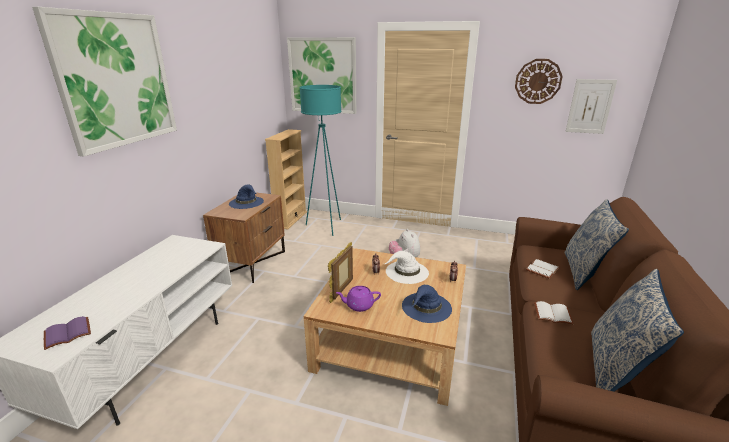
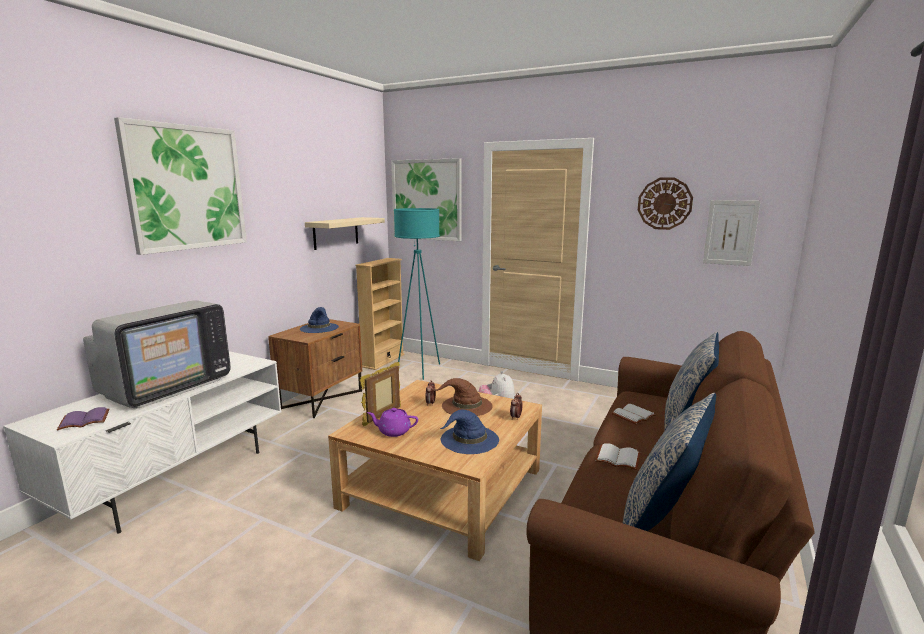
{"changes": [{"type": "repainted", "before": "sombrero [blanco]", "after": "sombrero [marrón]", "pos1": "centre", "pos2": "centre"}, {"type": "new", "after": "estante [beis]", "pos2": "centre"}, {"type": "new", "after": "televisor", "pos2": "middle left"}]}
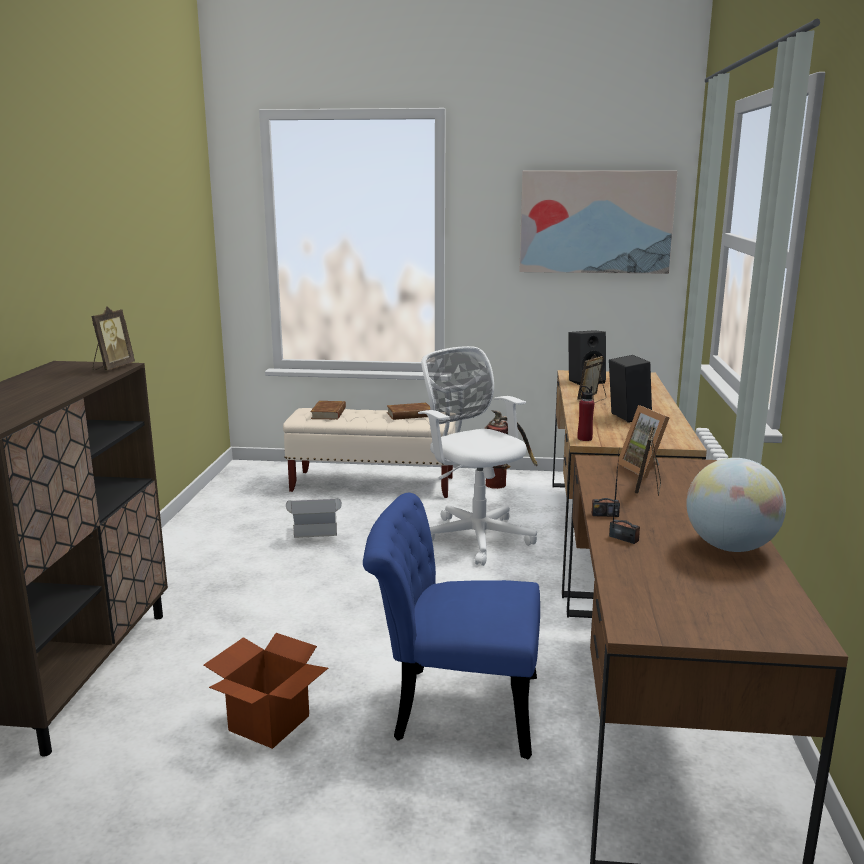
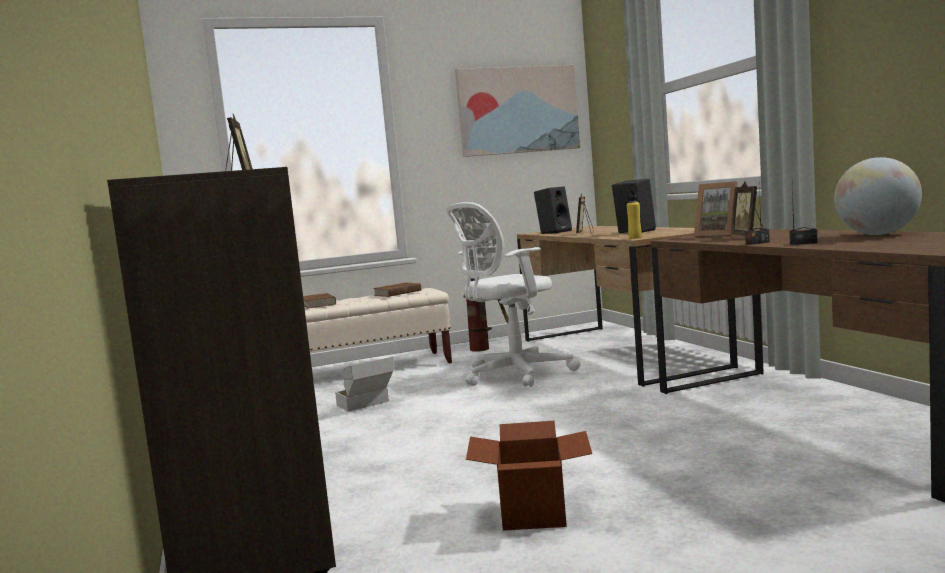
{"changes": [{"type": "rotated", "before": "silla de oficina [blanco]", "pos1": "centre", "pos2": "centre", "turn": -60}, {"type": "repainted", "before": "botella [rojo]", "after": "botella [amarillo]", "pos1": "middle right", "pos2": "middle right"}, {"type": "gone", "before": "silla [azul]", "pos1": "bottom centre"}]}
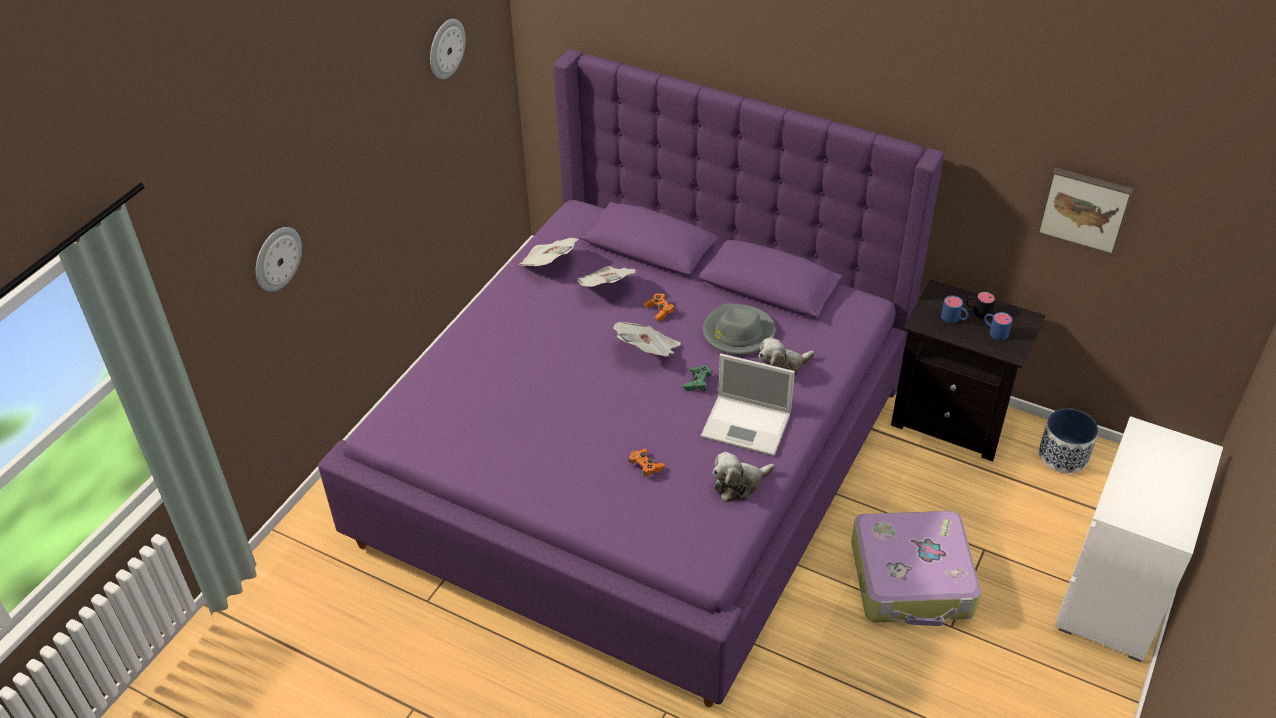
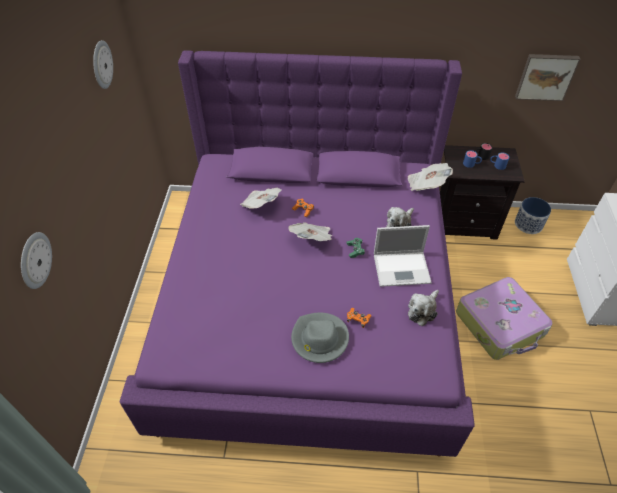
{"changes": [{"type": "shifted", "before": "periódico (no. 1 from left in the first image)", "after": "periódico (no. 3 from left)", "pos1": "centre", "pos2": "middle right"}, {"type": "shifted", "before": "sombrero [gris]", "pos1": "centre", "pos2": "bottom centre"}]}
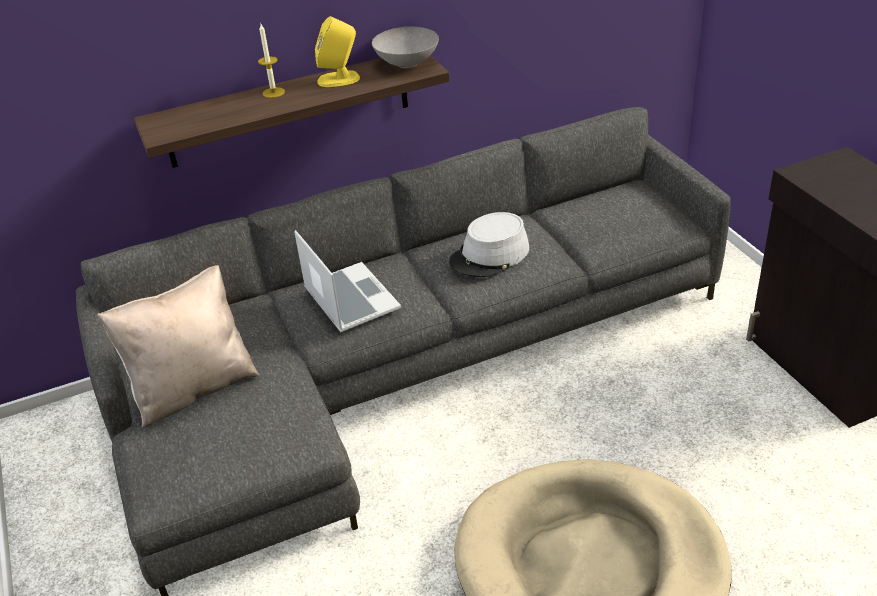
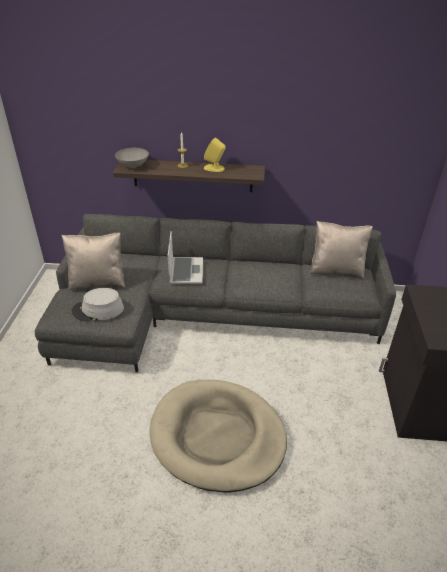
{"changes": [{"type": "shifted", "before": "cuenco [gris]", "pos1": "top centre", "pos2": "top left"}, {"type": "shifted", "before": "sombrero [gris]", "pos1": "centre", "pos2": "middle left"}, {"type": "new", "after": "cojín [beis] (no. 2 from left)", "pos2": "middle right"}]}
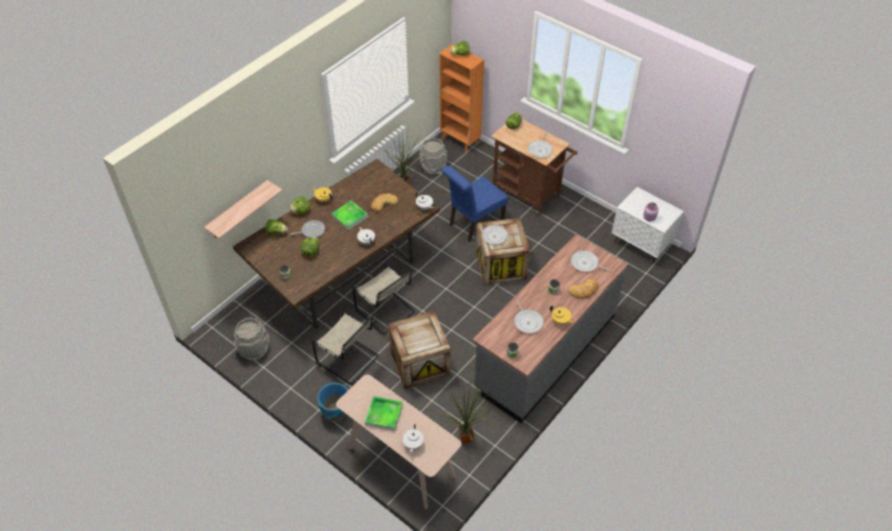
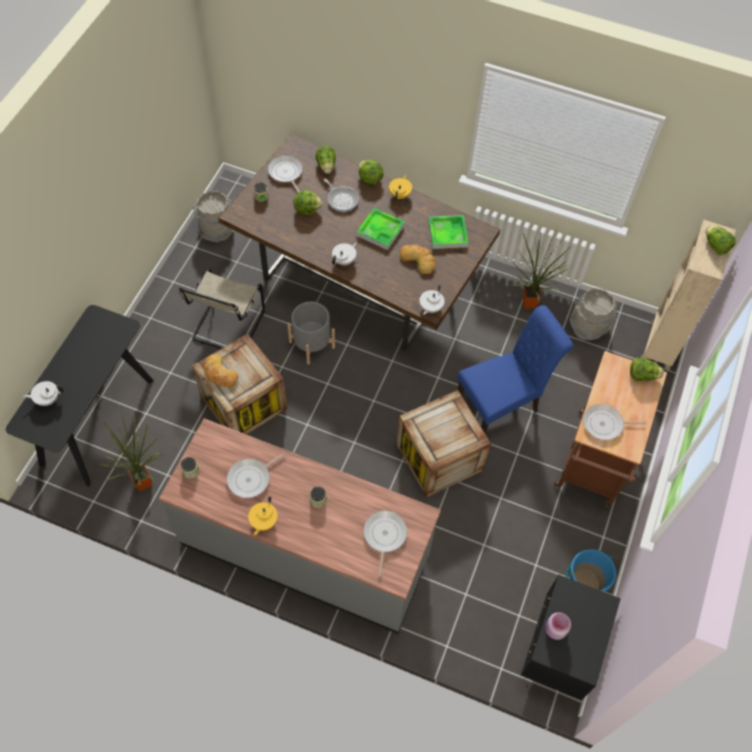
{"changes": [{"type": "repainted", "before": "estantería [naranja]", "after": "estantería [beis]", "pos1": "top centre", "pos2": "middle right"}, {"type": "rotated", "before": "silla [azul]", "pos1": "centre", "pos2": "middle right", "turn": 120}, {"type": "gone", "before": "estante", "pos1": "middle left"}, {"type": "repainted", "before": "mesita de noche [blanco]", "after": "mesita de noche [negro]", "pos1": "middle right", "pos2": "bottom right"}, {"type": "shifted", "before": "sartén (no. 2 from left)", "pos1": "centre", "pos2": "top centre"}, {"type": "swapped", "before": "silla [beis] (no. 2 from left)", "after": "maceta [gris]", "pos1": "centre", "pos2": "centre"}, {"type": "shifted", "before": "pan (no. 2 from left in the first image)", "after": "pan (no. 1 from left)", "pos1": "centre", "pos2": "middle left"}, {"type": "repainted", "before": "mesa consola [beis]", "after": "mesa consola [negro]", "pos1": "bottom centre", "pos2": "middle left"}, {"type": "shifted", "before": "cubo [azul]", "pos1": "bottom centre", "pos2": "bottom right"}, {"type": "shifted", "before": "bandeja (no. 2 from left)", "pos1": "bottom centre", "pos2": "top centre"}]}
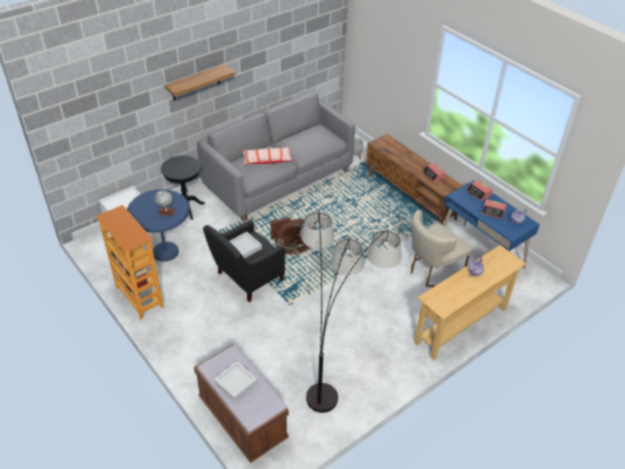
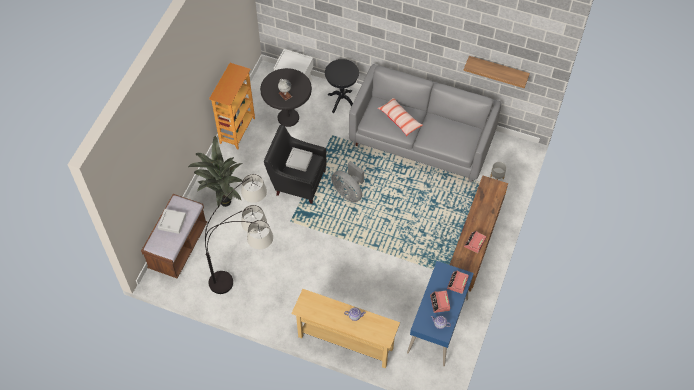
{"changes": [{"type": "shifted", "before": "estante", "pos1": "top left", "pos2": "top right"}, {"type": "repainted", "before": "mesa auxiliar [azul]", "after": "mesa auxiliar [negro] (no. 1 from left)", "pos1": "middle left", "pos2": "top centre"}, {"type": "gone", "before": "silla [beis]", "pos1": "middle right"}, {"type": "repainted", "before": "ventilador [marrón]", "after": "ventilador [gris]", "pos1": "centre", "pos2": "centre"}, {"type": "new", "after": "planta en maceta", "pos2": "middle left"}]}
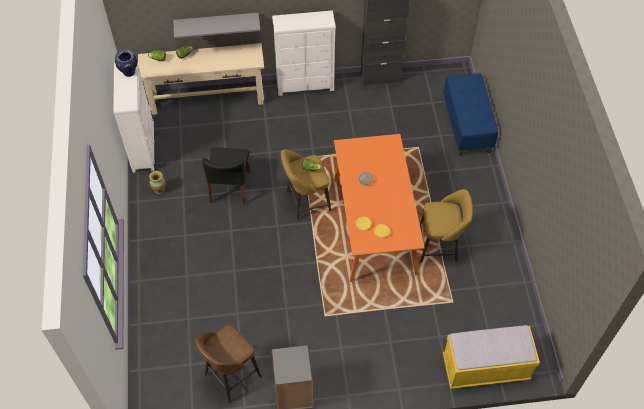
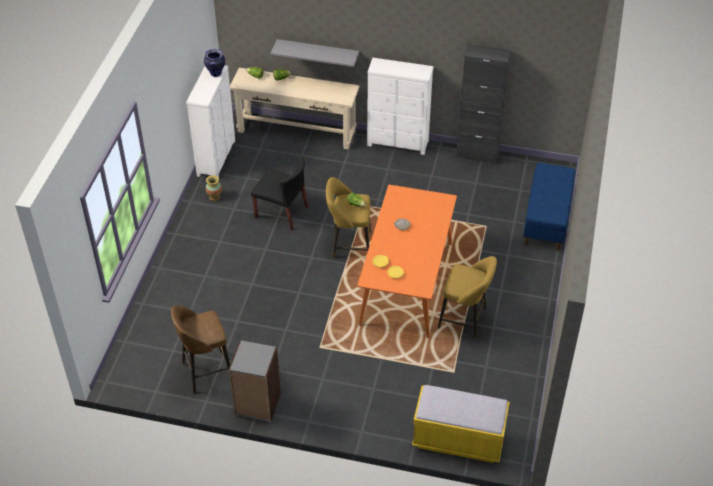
{"changes": [{"type": "rotated", "before": "silla [negro]", "pos1": "centre", "pos2": "centre", "turn": -90}]}
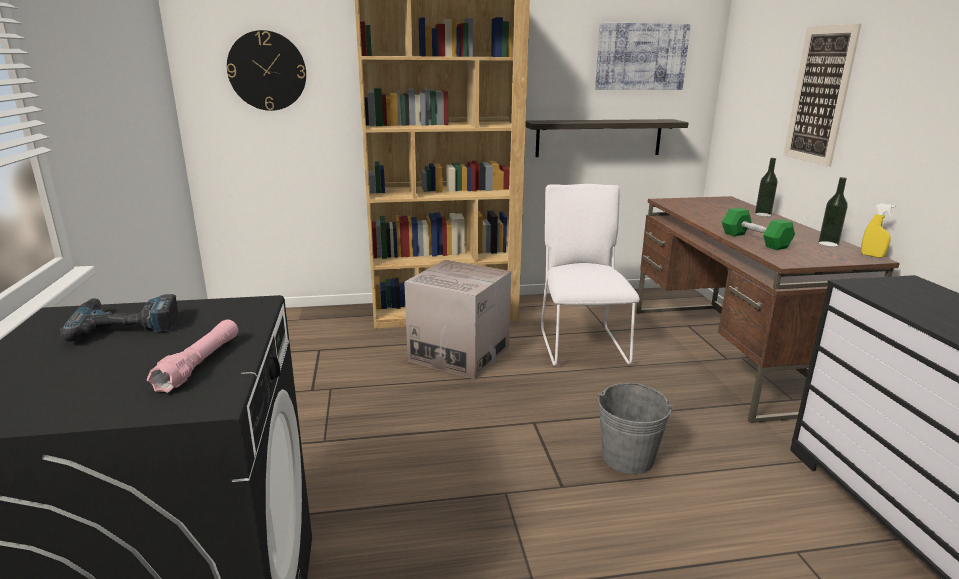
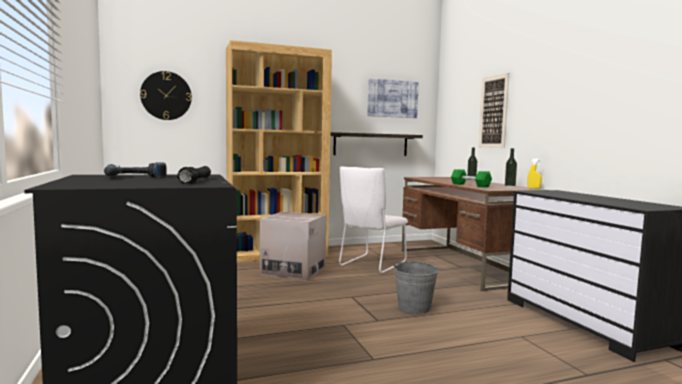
{"changes": [{"type": "rotated", "before": "silla [blanco]", "pos1": "centre", "pos2": "centre", "turn": -135}, {"type": "repainted", "before": "linterna [rosa]", "after": "linterna [negro]", "pos1": "middle left", "pos2": "middle left"}]}
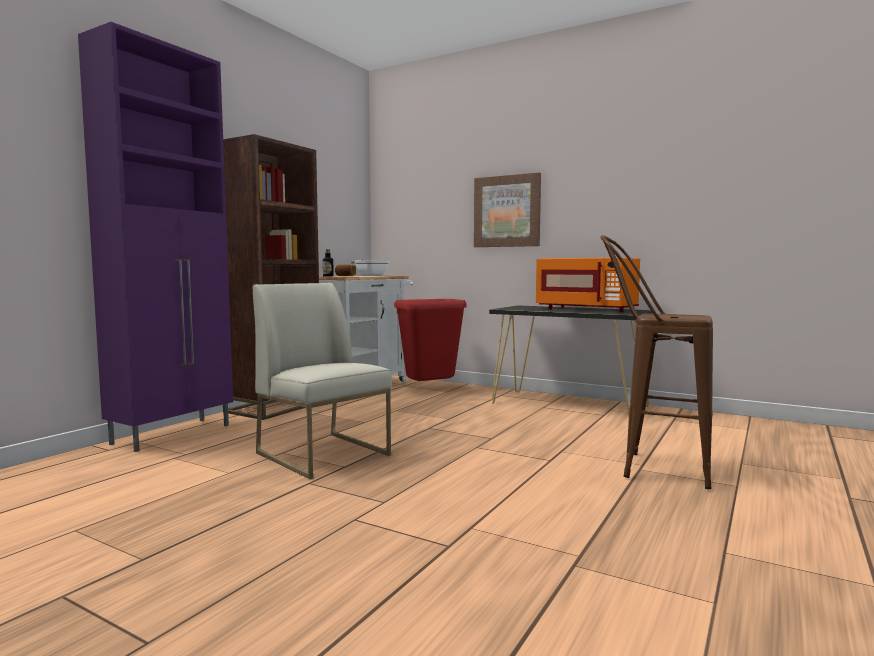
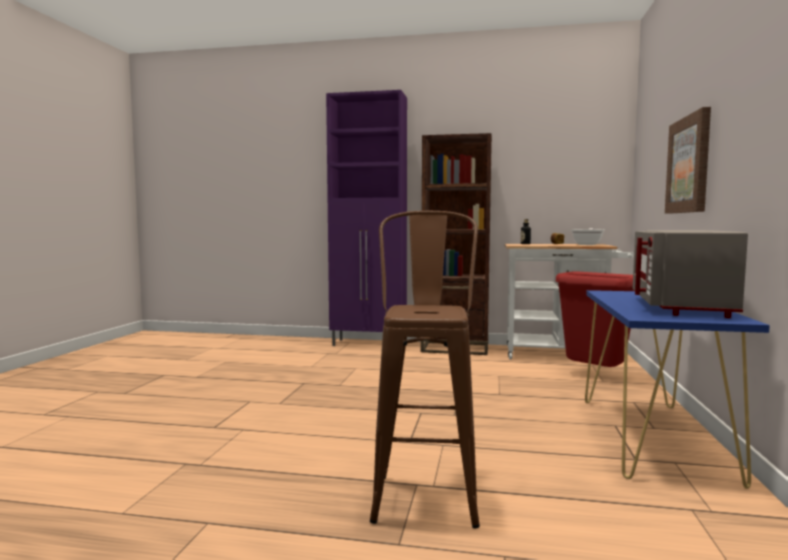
{"changes": [{"type": "repainted", "before": "microondas [naranja]", "after": "microondas [gris]", "pos1": "middle right", "pos2": "middle right"}, {"type": "gone", "before": "silla [blanco]", "pos1": "centre"}, {"type": "repainted", "before": "mesa consola [negro]", "after": "mesa consola [azul]", "pos1": "centre", "pos2": "bottom right"}]}
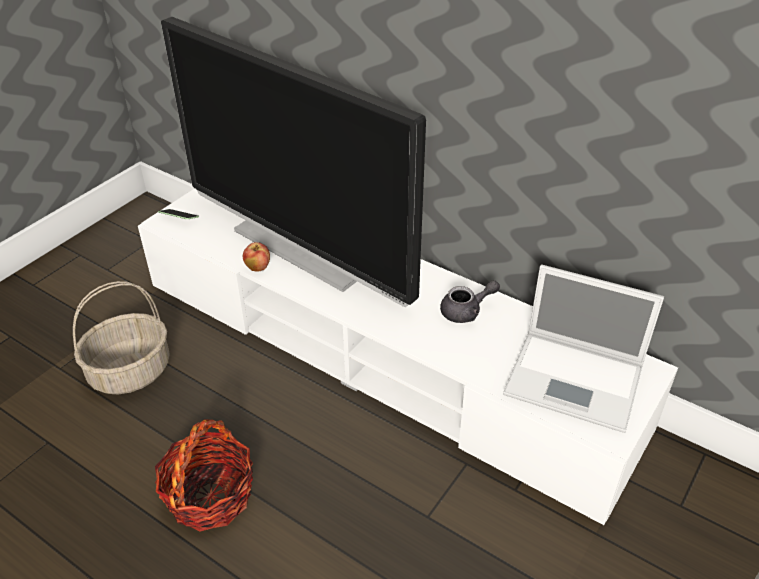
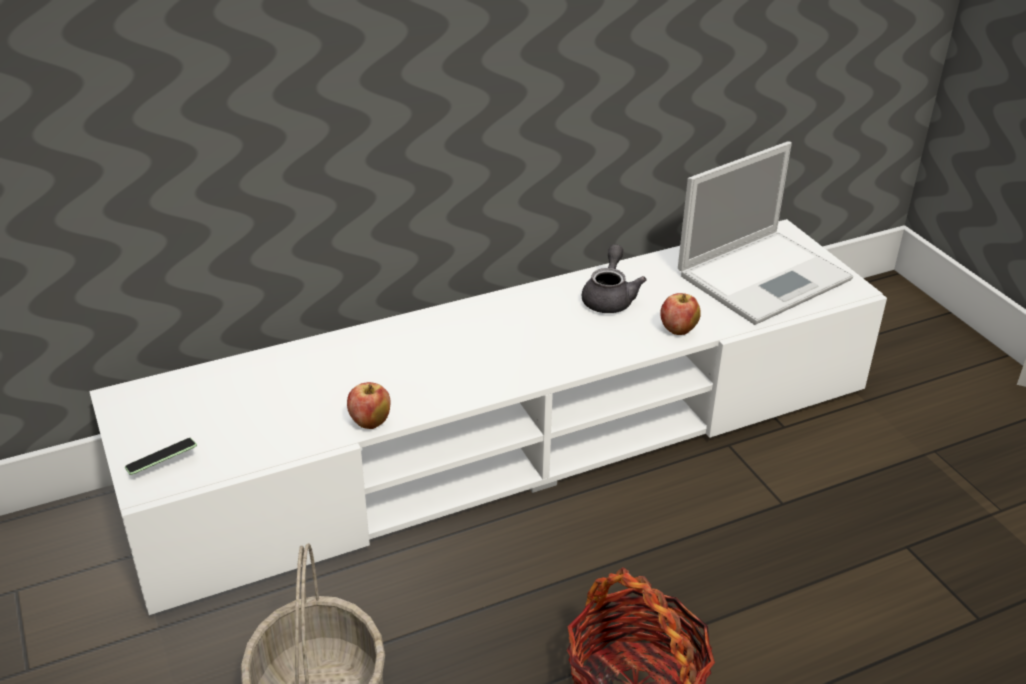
{"changes": [{"type": "gone", "before": "televisor", "pos1": "top centre"}, {"type": "new", "after": "manzana (no. 2 from left)", "pos2": "centre"}]}
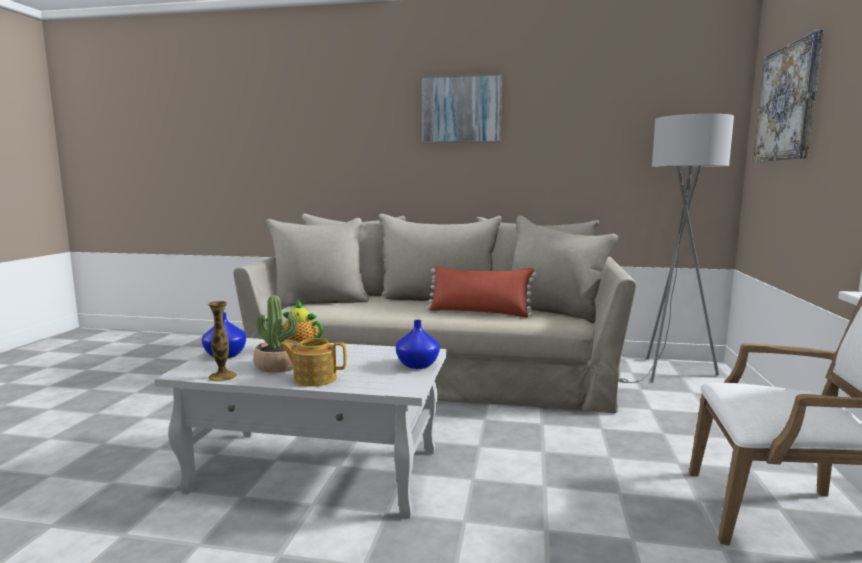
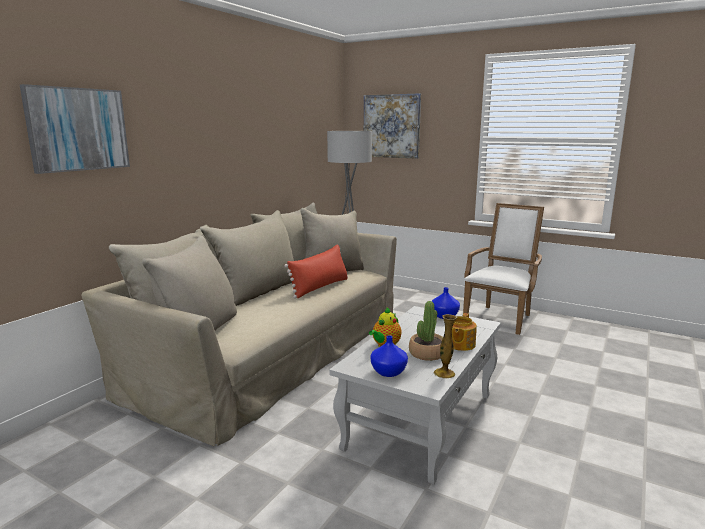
{"changes": [{"type": "shifted", "before": "cuadro (no. 1 from left)", "pos1": "top centre", "pos2": "top left"}]}
